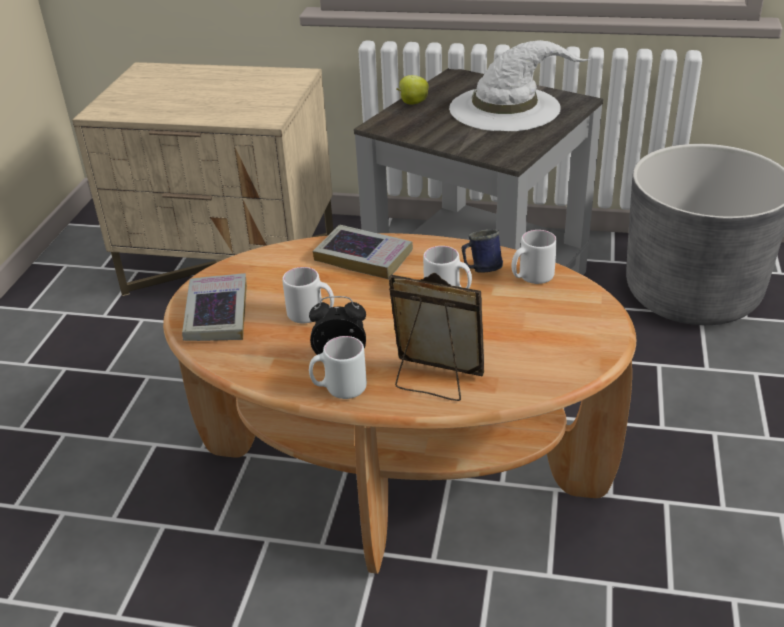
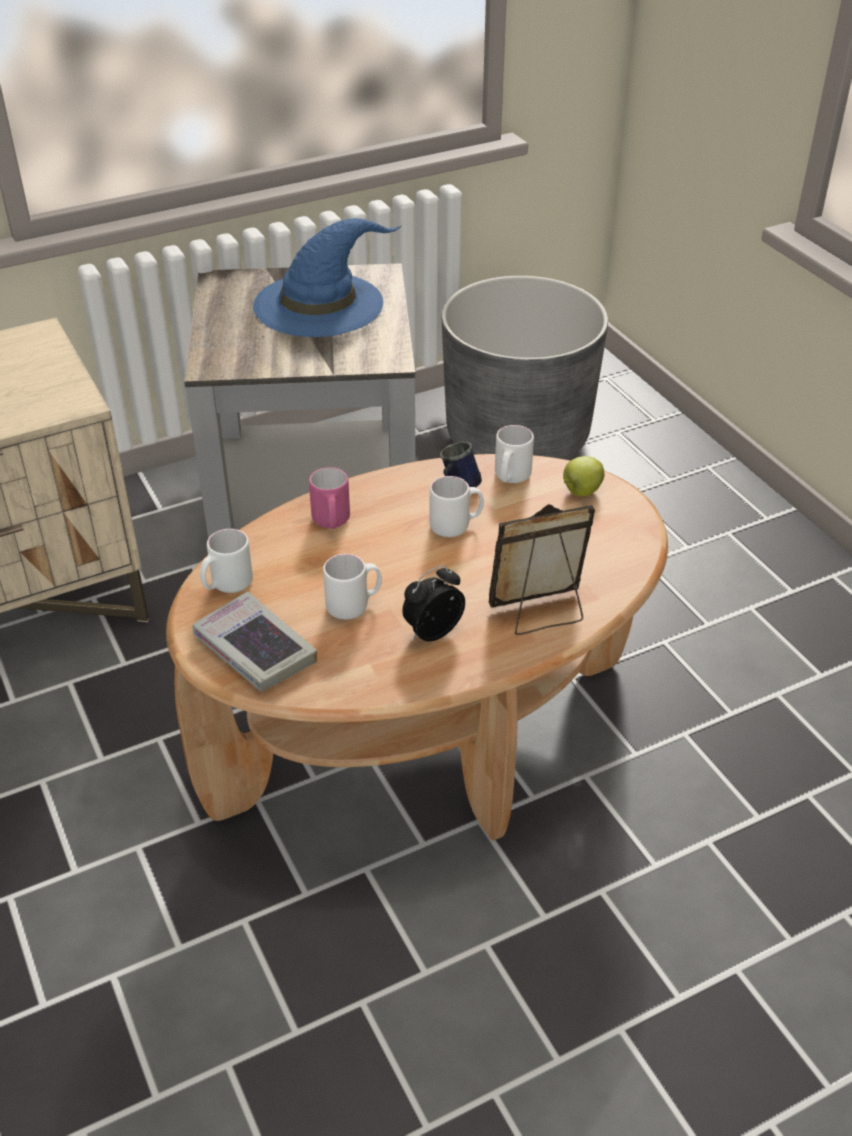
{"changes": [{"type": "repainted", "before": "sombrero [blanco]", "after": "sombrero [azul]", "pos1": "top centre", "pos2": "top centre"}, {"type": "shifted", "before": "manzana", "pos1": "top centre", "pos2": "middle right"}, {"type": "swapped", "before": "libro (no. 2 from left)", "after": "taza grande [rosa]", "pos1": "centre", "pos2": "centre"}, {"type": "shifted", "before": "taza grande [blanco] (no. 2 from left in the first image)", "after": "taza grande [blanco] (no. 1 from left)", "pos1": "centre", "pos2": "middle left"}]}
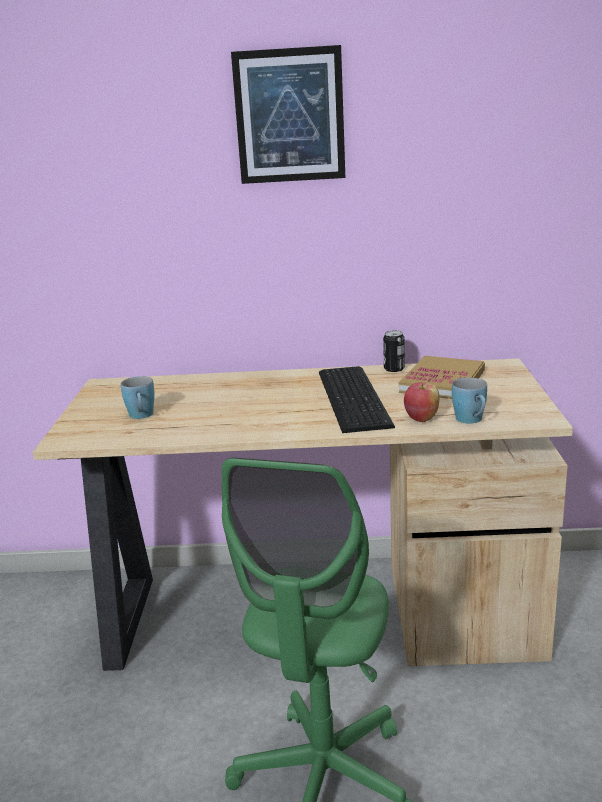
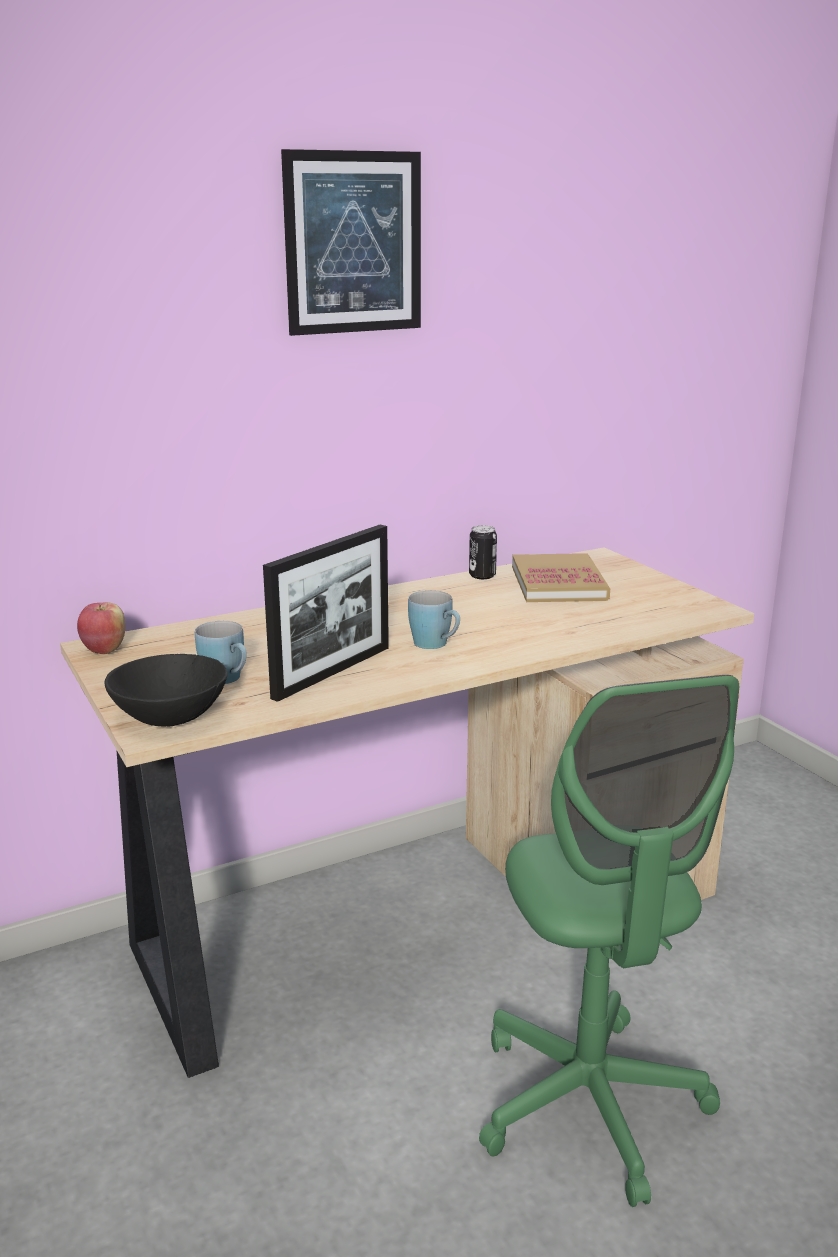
{"changes": [{"type": "gone", "before": "teclado", "pos1": "centre"}, {"type": "shifted", "before": "taza grande [azul] (no. 2 from left)", "pos1": "middle right", "pos2": "centre"}, {"type": "shifted", "before": "manzana", "pos1": "middle right", "pos2": "middle left"}, {"type": "new", "after": "portarretratos", "pos2": "centre"}, {"type": "new", "after": "cuenco [negro]", "pos2": "middle left"}]}
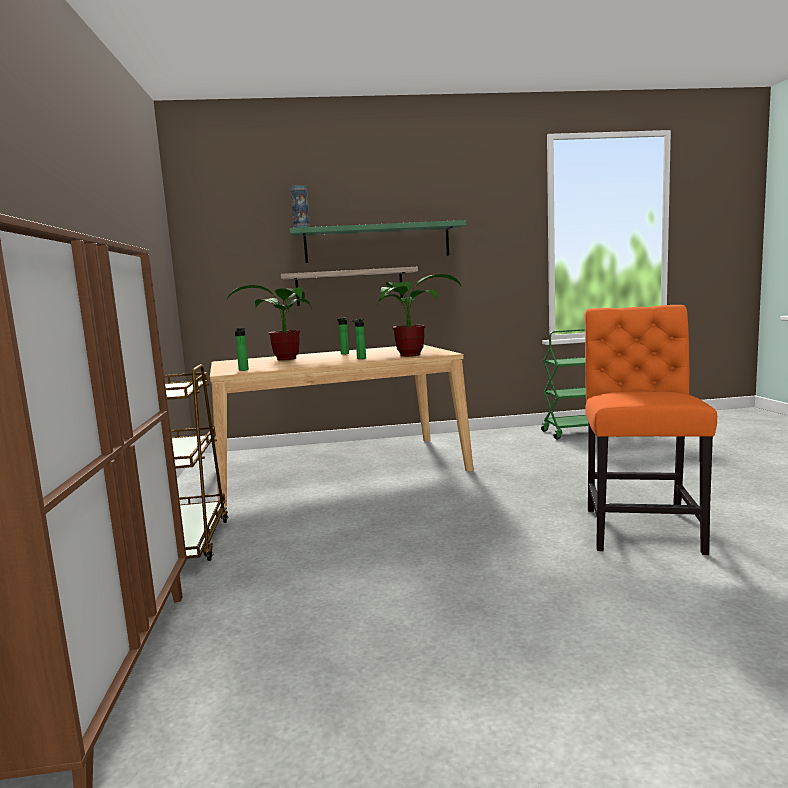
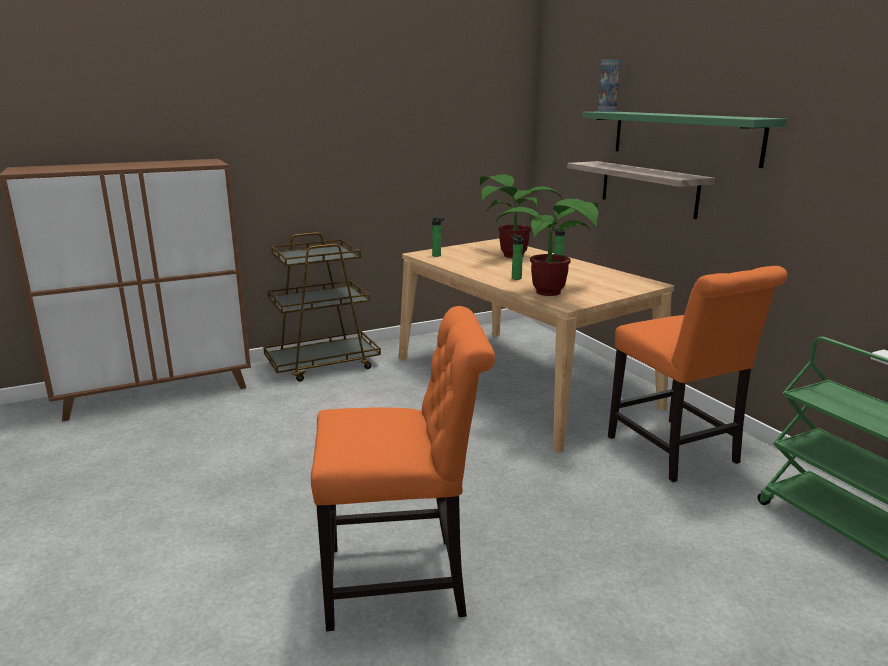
{"changes": [{"type": "new", "after": "silla [naranja] (no. 2 from left)", "pos2": "middle right"}]}
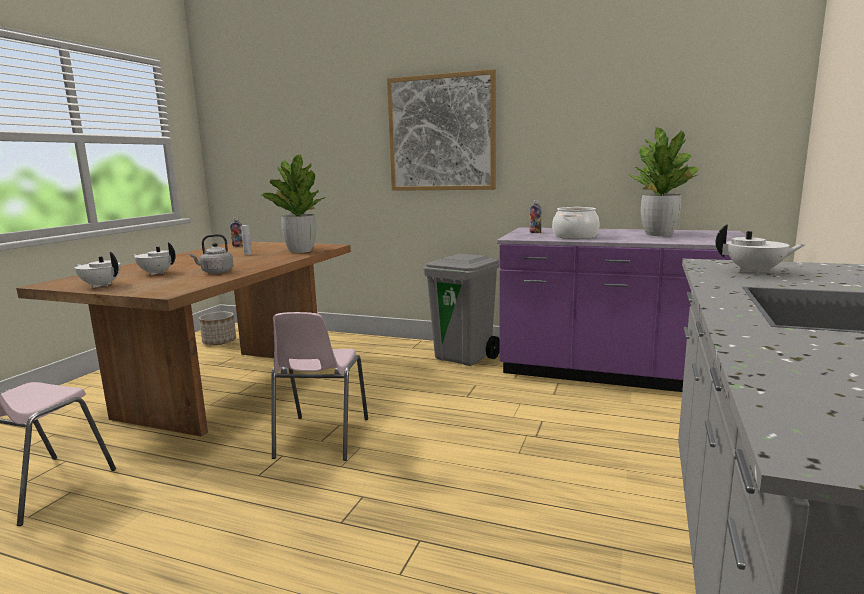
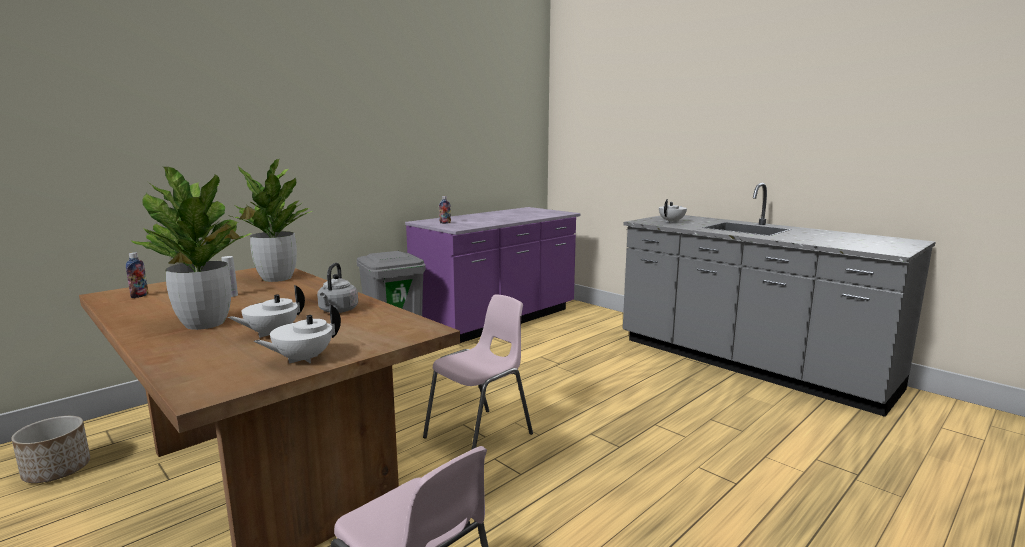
{"changes": [{"type": "gone", "before": "cuadro", "pos1": "top centre"}, {"type": "shifted", "before": "planta en maceta (no. 2 from left in the first image)", "after": "planta en maceta (no. 1 from left)", "pos1": "top right", "pos2": "middle left"}, {"type": "gone", "before": "olla", "pos1": "middle right"}, {"type": "rotated", "before": "silla [rosa] (no. 2 from left)", "pos1": "centre", "pos2": "bottom centre", "turn": -75}]}
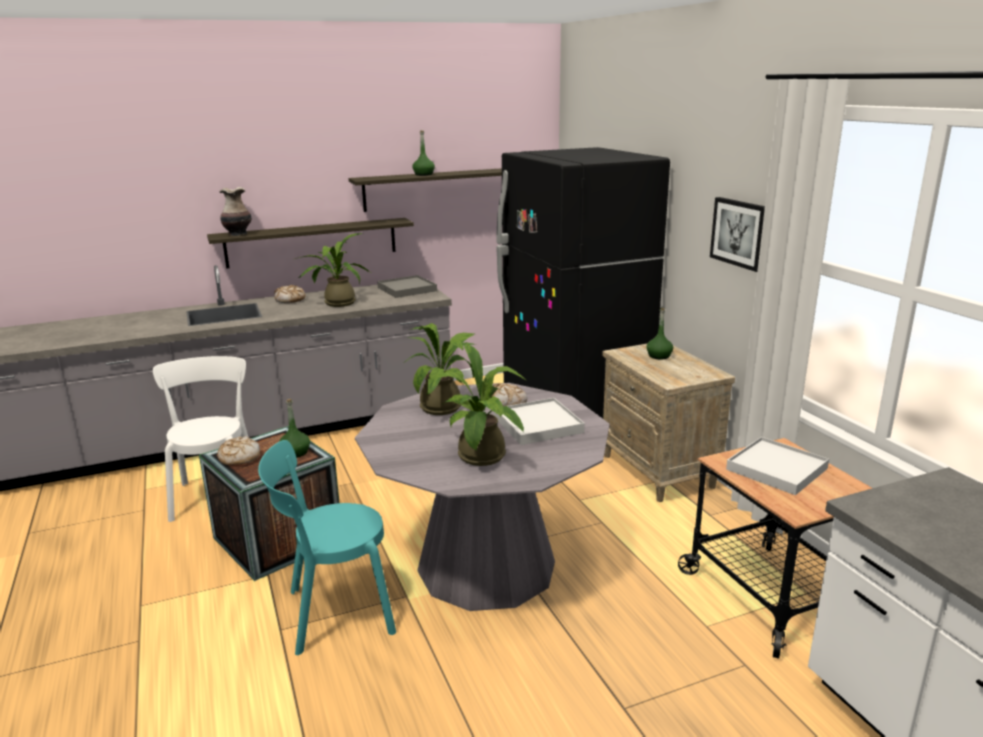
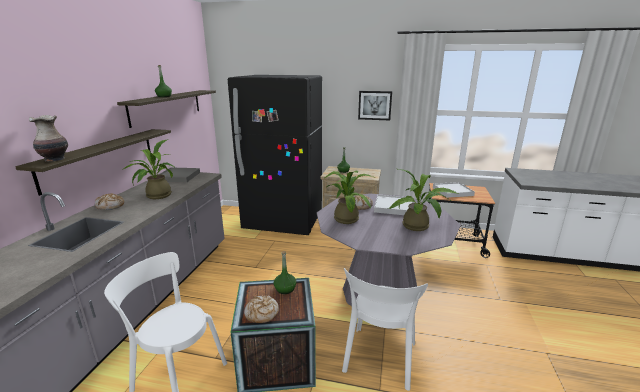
{"changes": [{"type": "repainted", "before": "silla [turquesa]", "after": "silla [blanco] (no. 2 from left)", "pos1": "bottom left", "pos2": "bottom centre"}]}
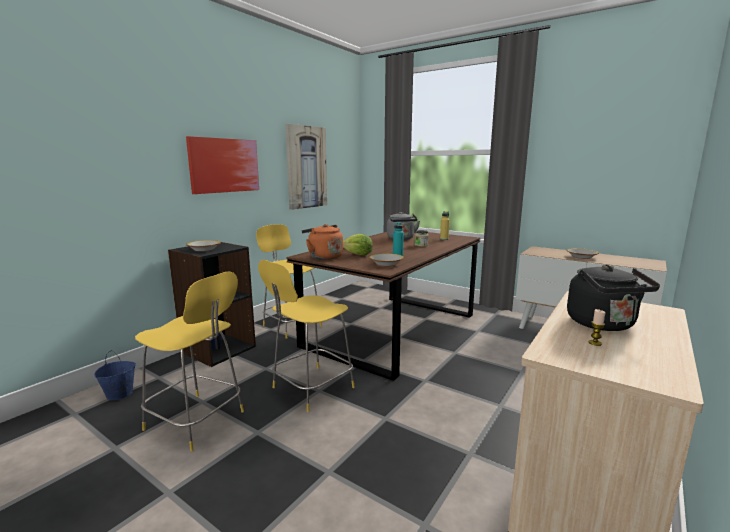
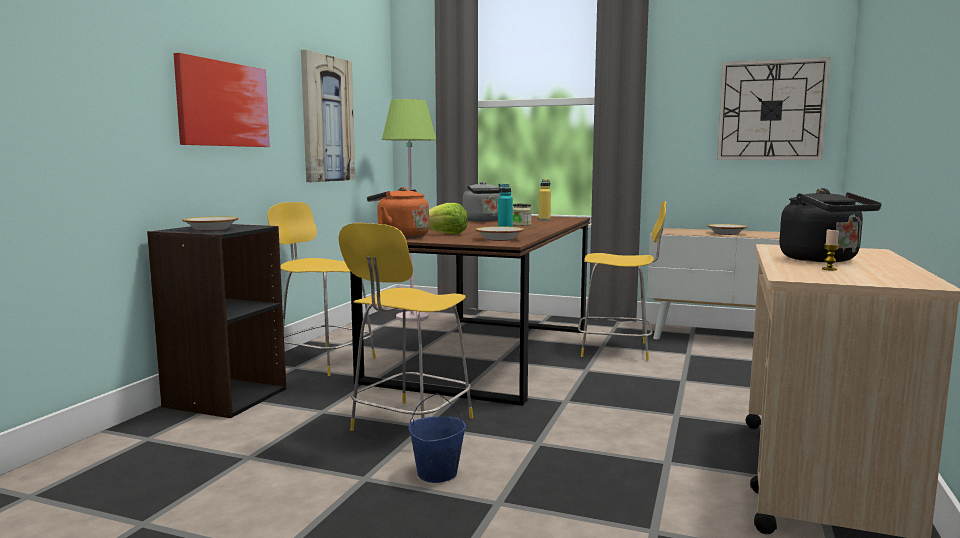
{"changes": [{"type": "shifted", "before": "silla [amarillo] (no. 1 from left in the first image)", "after": "silla [amarillo] (no. 3 from left)", "pos1": "bottom left", "pos2": "centre"}, {"type": "shifted", "before": "cubo [azul]", "pos1": "bottom left", "pos2": "bottom centre"}, {"type": "new", "after": "reloj de pared", "pos2": "top right"}, {"type": "new", "after": "lámpara de pie [verde]", "pos2": "centre"}]}
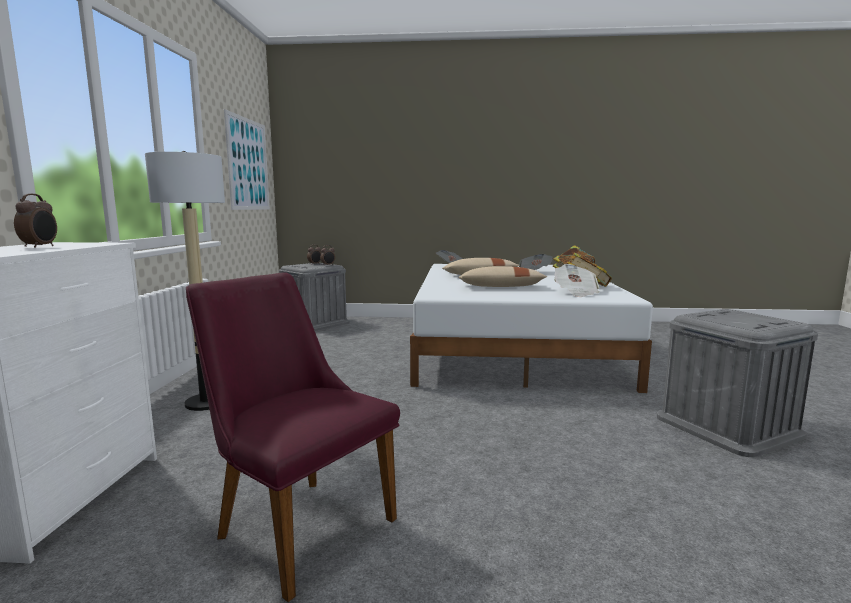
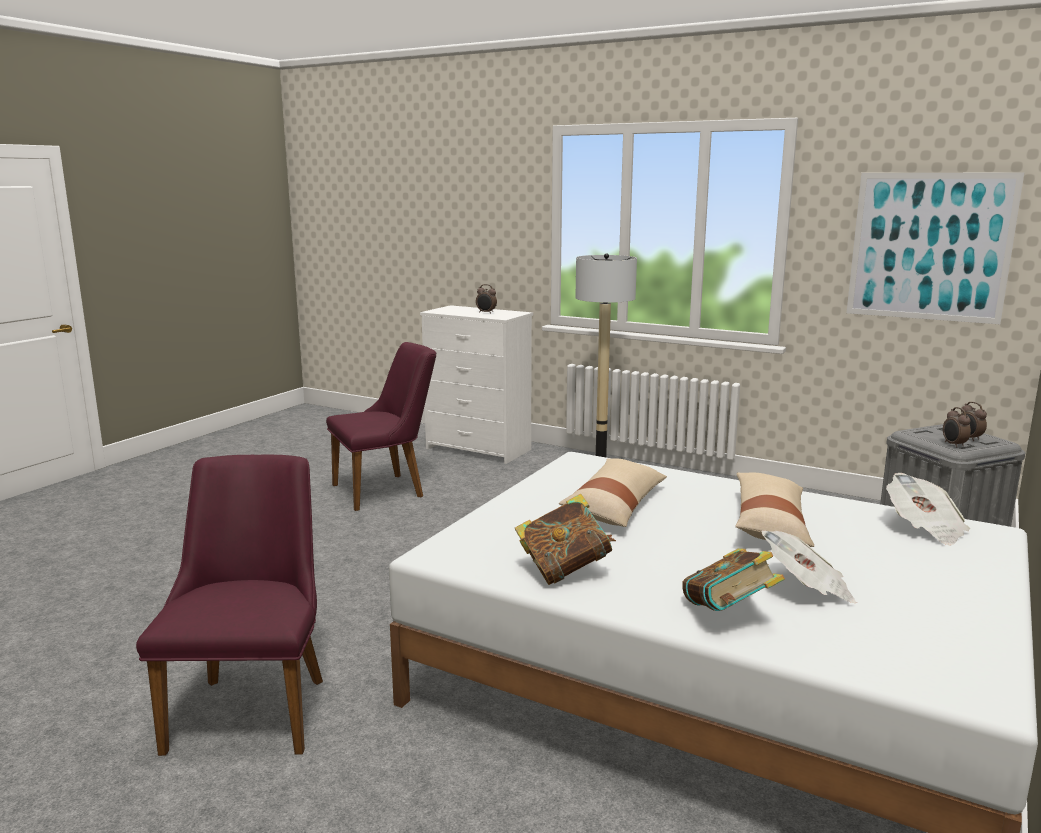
{"changes": [{"type": "gone", "before": "periódico (no. 3 from left)", "pos1": "middle right"}, {"type": "swapped", "before": "caja de almacenaje [gris] (no. 2 from left)", "after": "silla [morado] (no. 1 from left)", "pos1": "middle right", "pos2": "bottom left"}]}
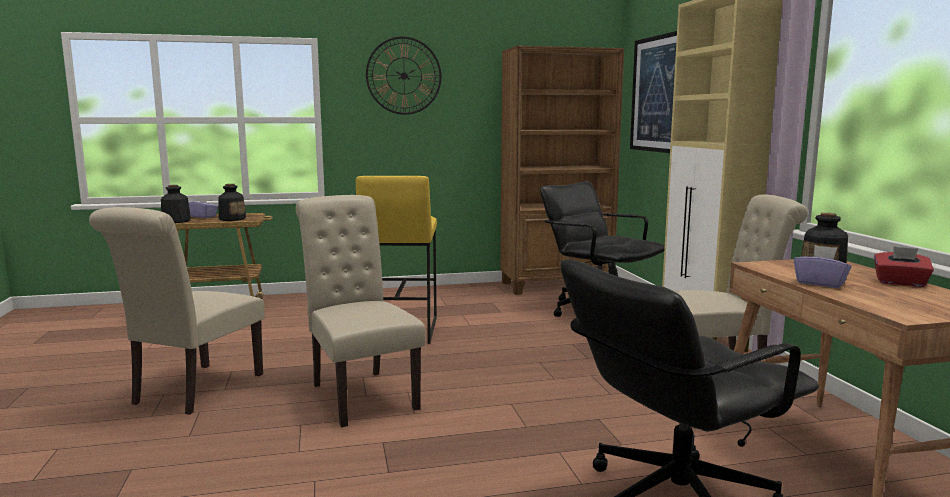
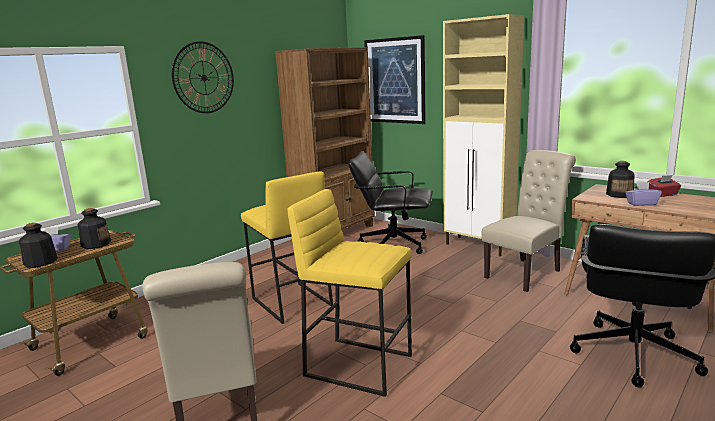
{"changes": [{"type": "swapped", "before": "silla [beis] (no. 2 from left)", "after": "taburete [amarillo] (no. 2 from left)", "pos1": "centre", "pos2": "bottom centre"}]}
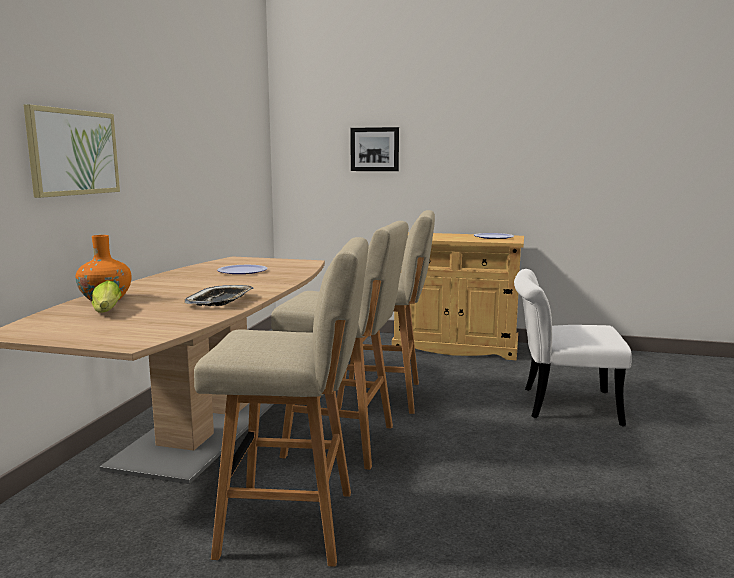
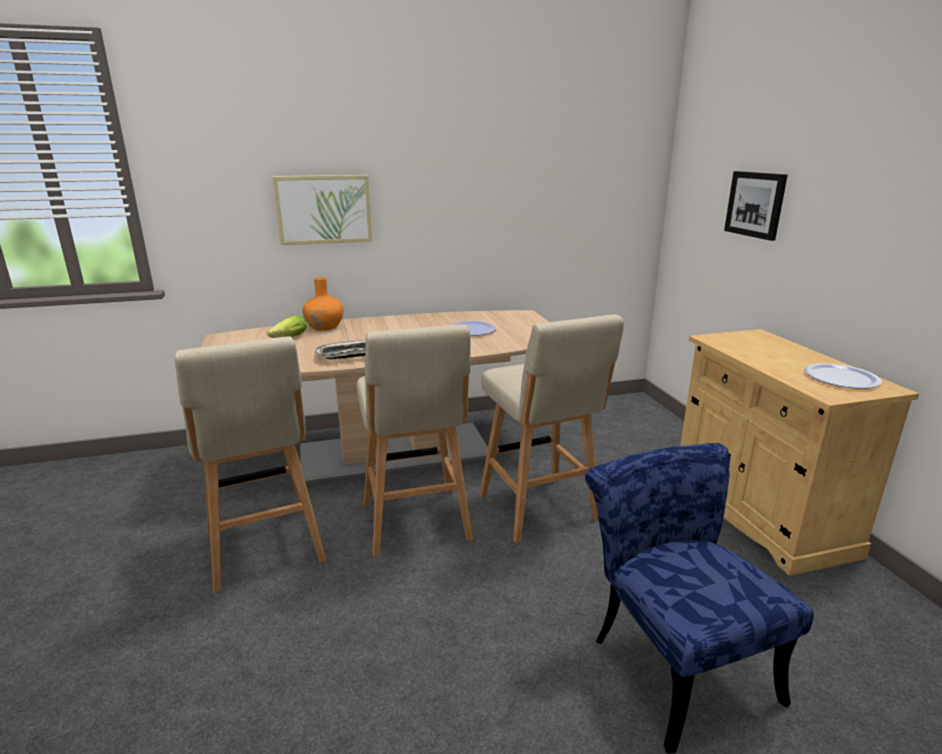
{"changes": [{"type": "repainted", "before": "silla [blanco]", "after": "silla [azul]", "pos1": "middle right", "pos2": "bottom right"}]}
